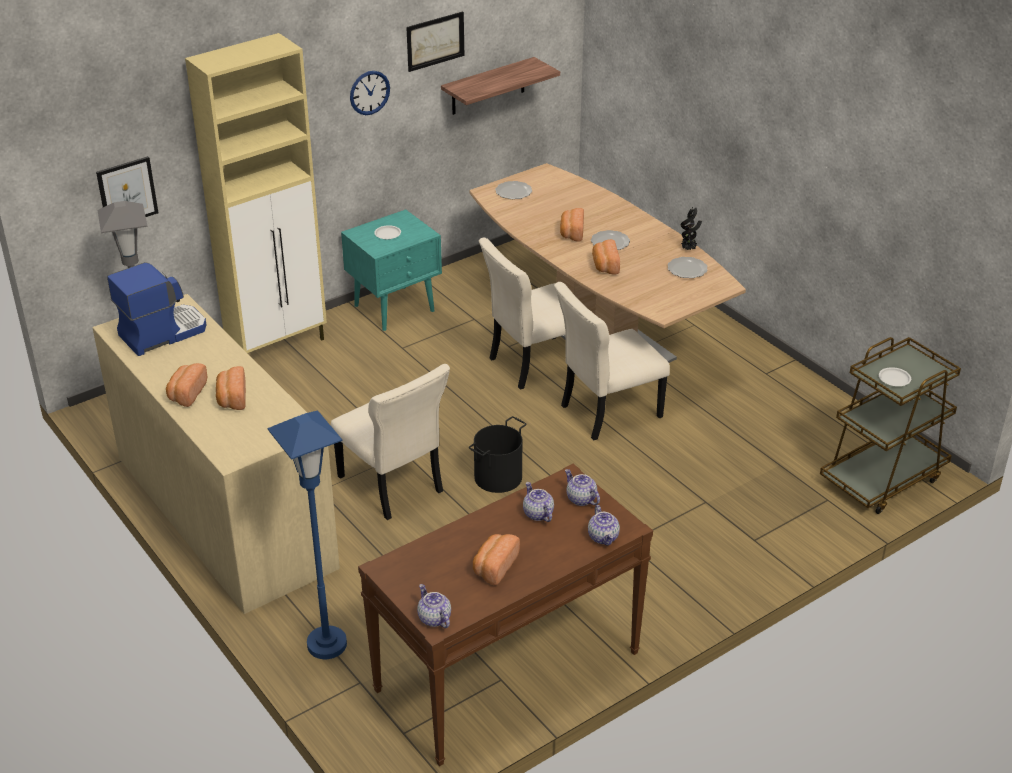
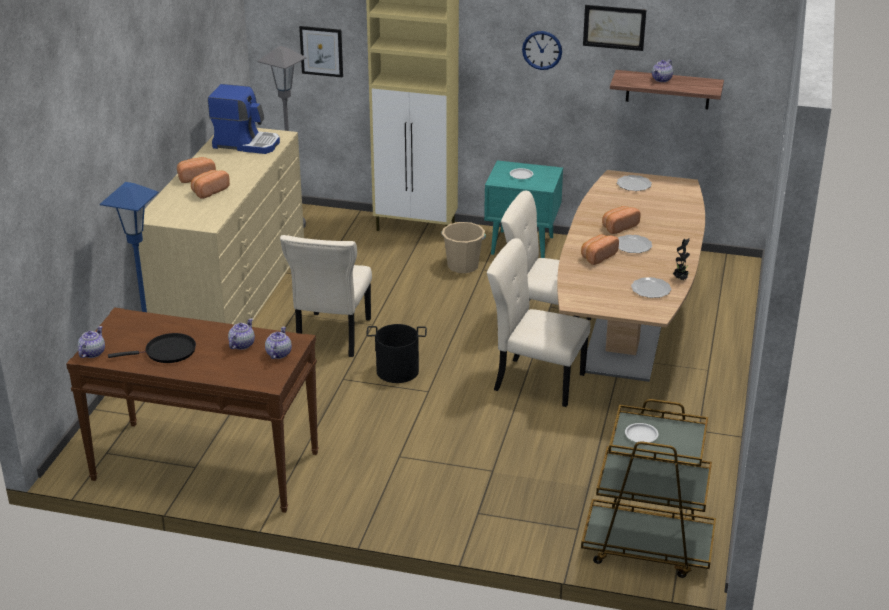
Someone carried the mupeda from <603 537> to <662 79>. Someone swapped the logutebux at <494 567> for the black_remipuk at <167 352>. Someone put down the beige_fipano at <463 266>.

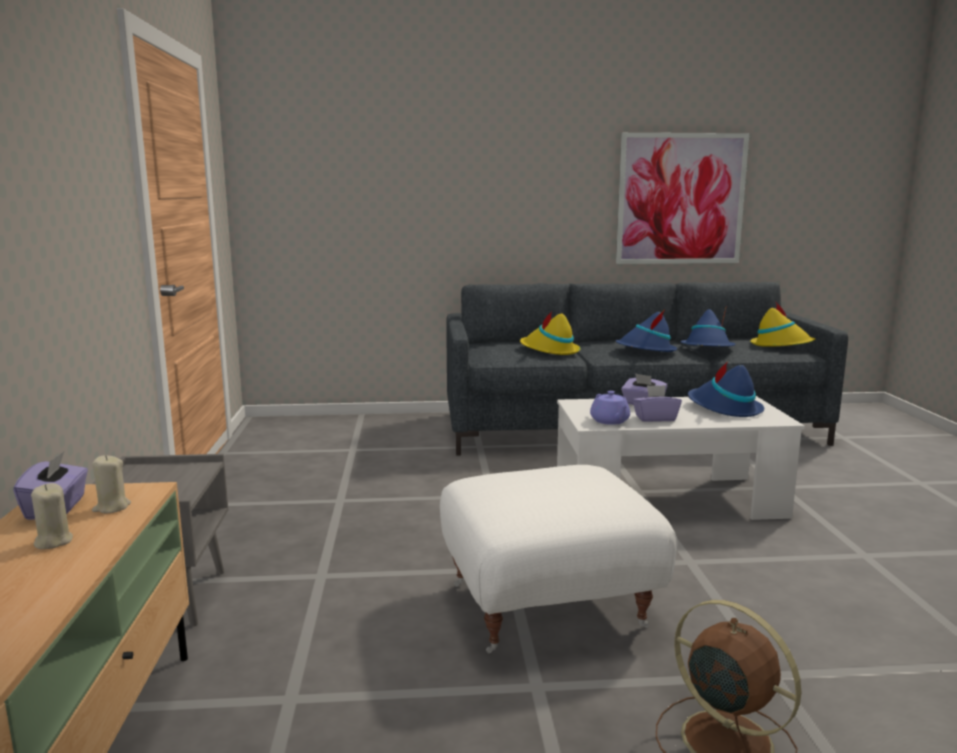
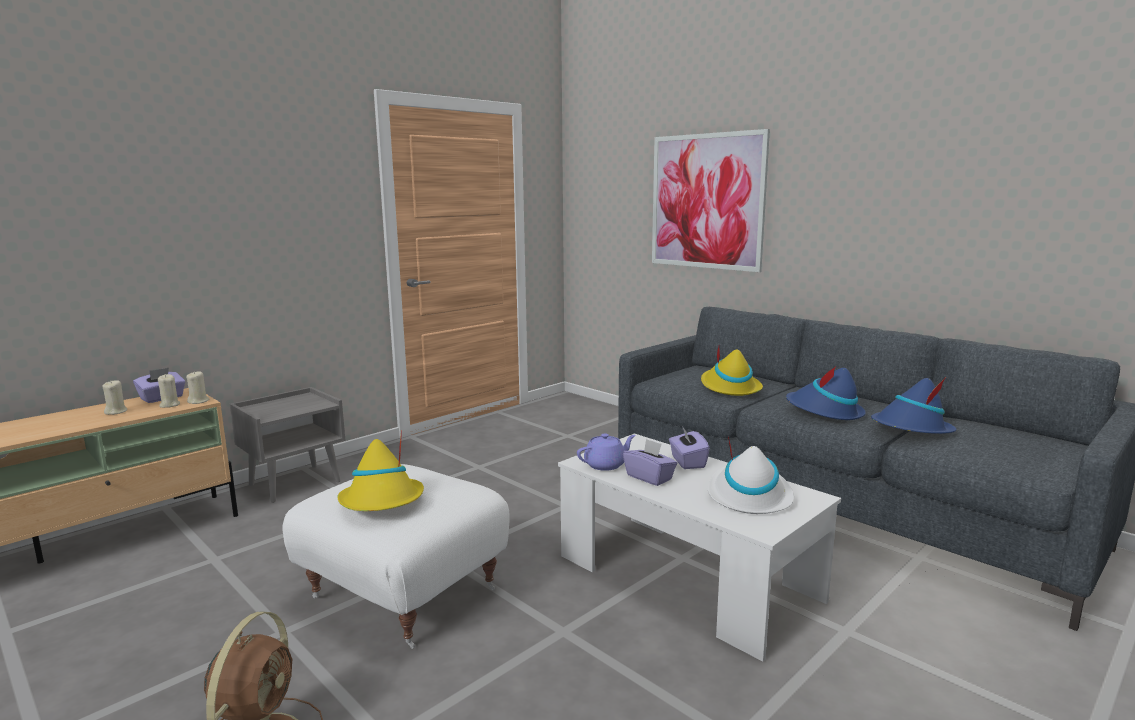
Someone carried the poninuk from <680 199> to <706 201>. Someone carried the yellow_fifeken from <781 345> to <382 502>. Someone repainted the blue_fifeken at <724 408>, which became the white_fifeken at <748 495>. Someone rotated the purple_mupeda at <610 421> by 150 degrees counterclockwise. Someone put down the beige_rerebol at <198 401>.

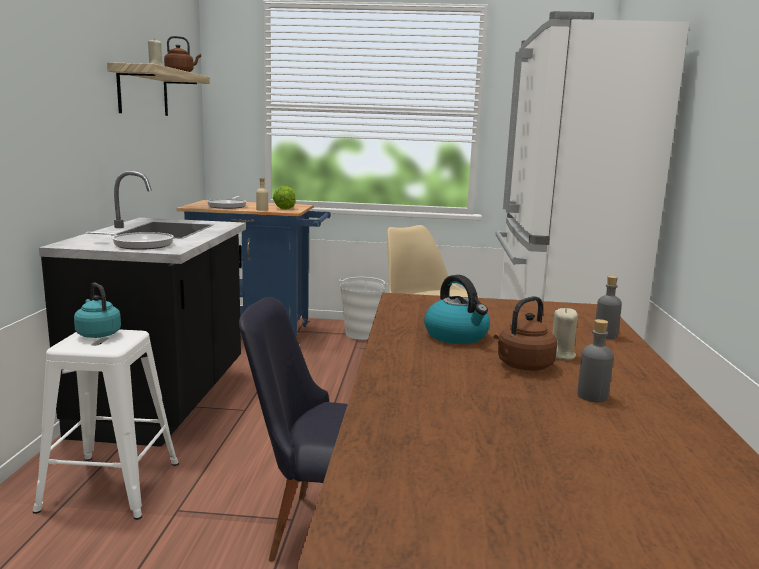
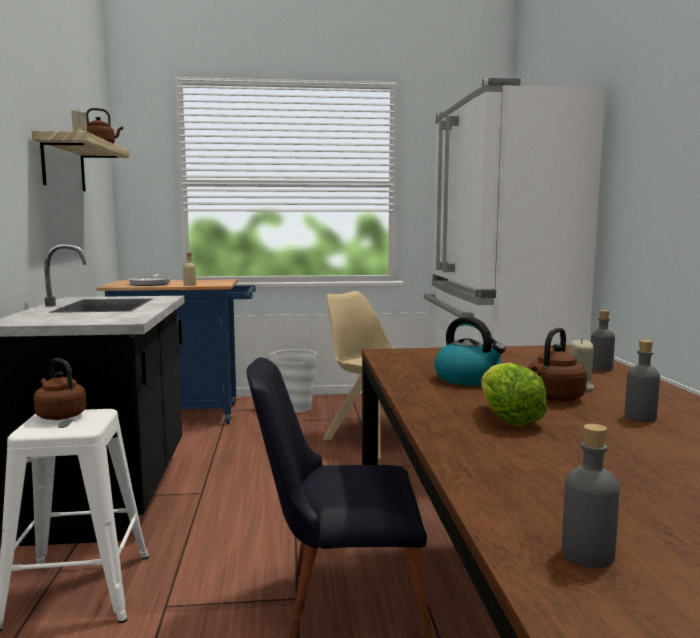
Someone carried the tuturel from <285 208> to <508 419>. Someone took away the remipuk at <139 244>. Someone repainted the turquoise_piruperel at <97 334>, which became the brown_piruperel at <60 415>. Someone put down the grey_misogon at <587 554>.

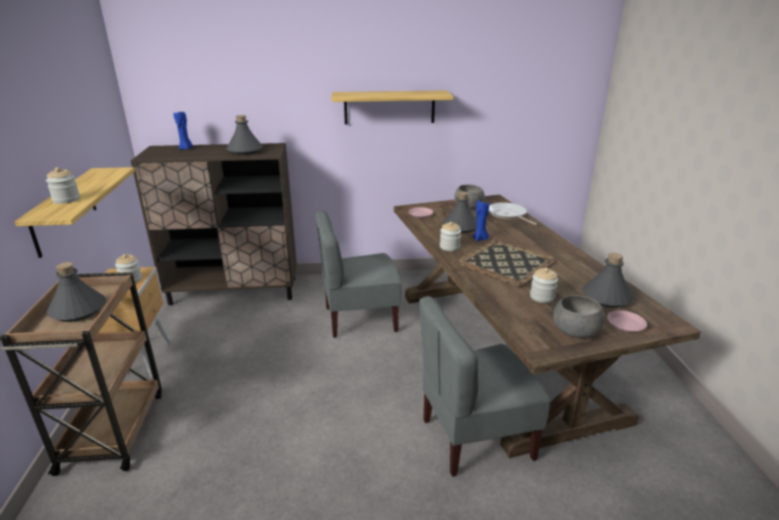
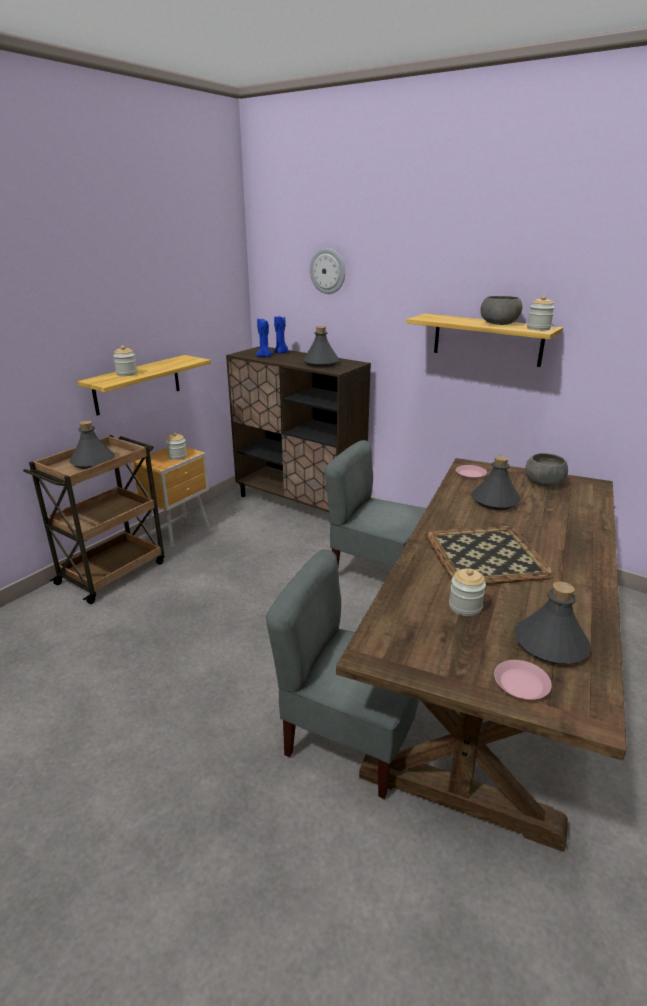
Someone carried the blue_rerebol from <480 239> to <264 356>. Someone took away the remipuk at <508 215>. Someone carried the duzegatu from <449 247> to <538 328>. Someone carried the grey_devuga from <575 330> to <499 323>. Someone put up the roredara at <328 271>.

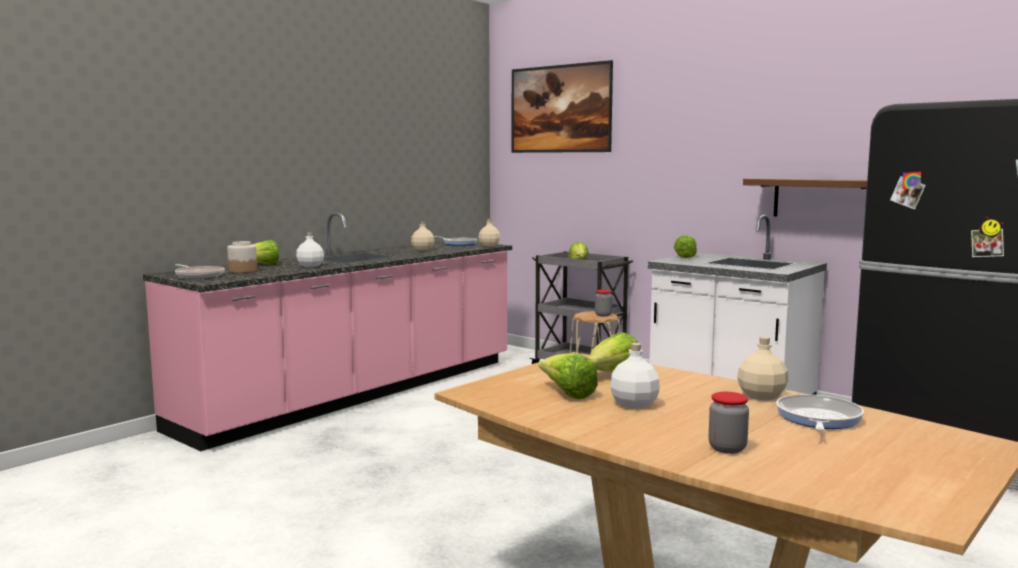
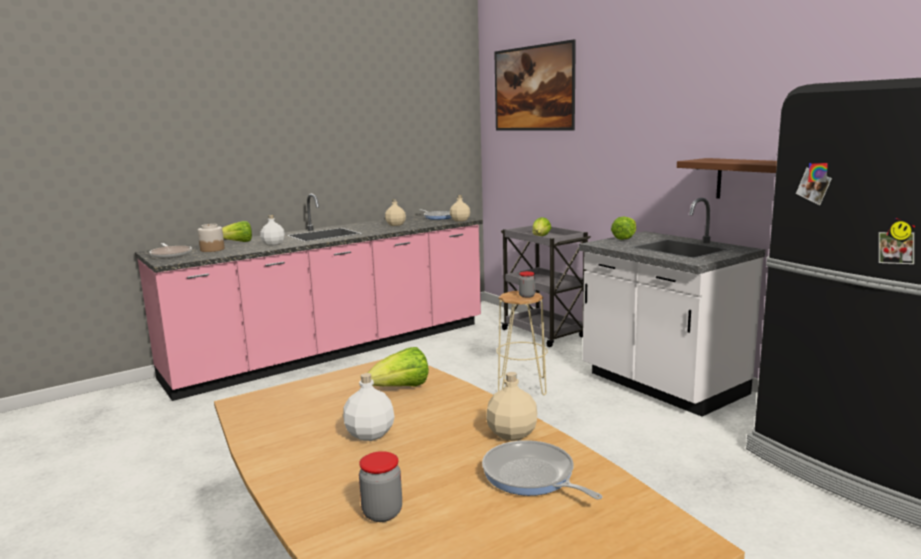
Someone took away the tuturel at <567 394>. Someone rotated the remipuk at <817 419> by 75 degrees counterclockwise.

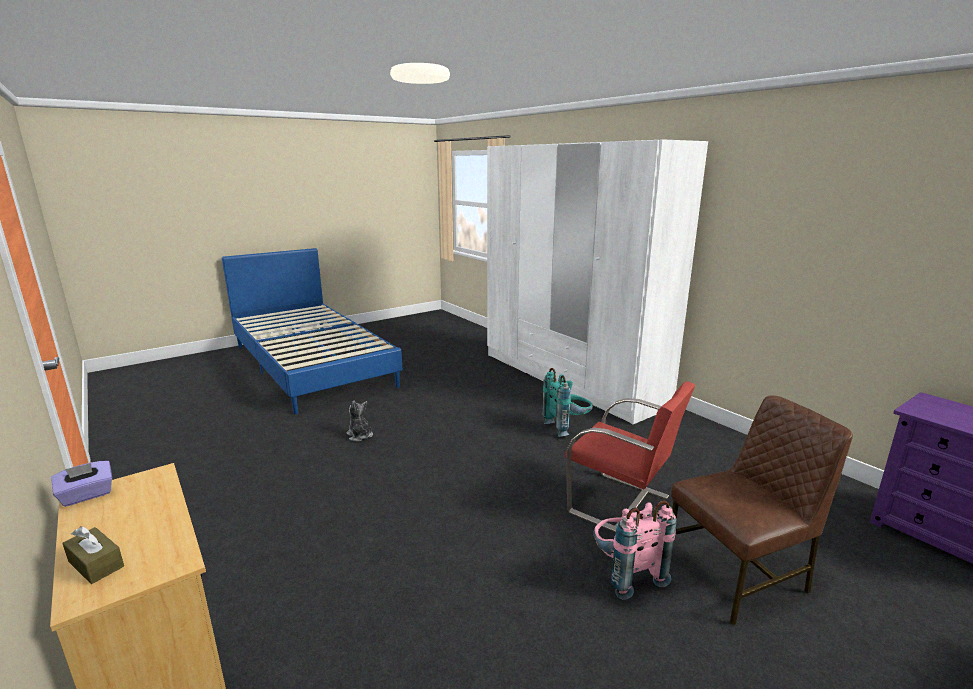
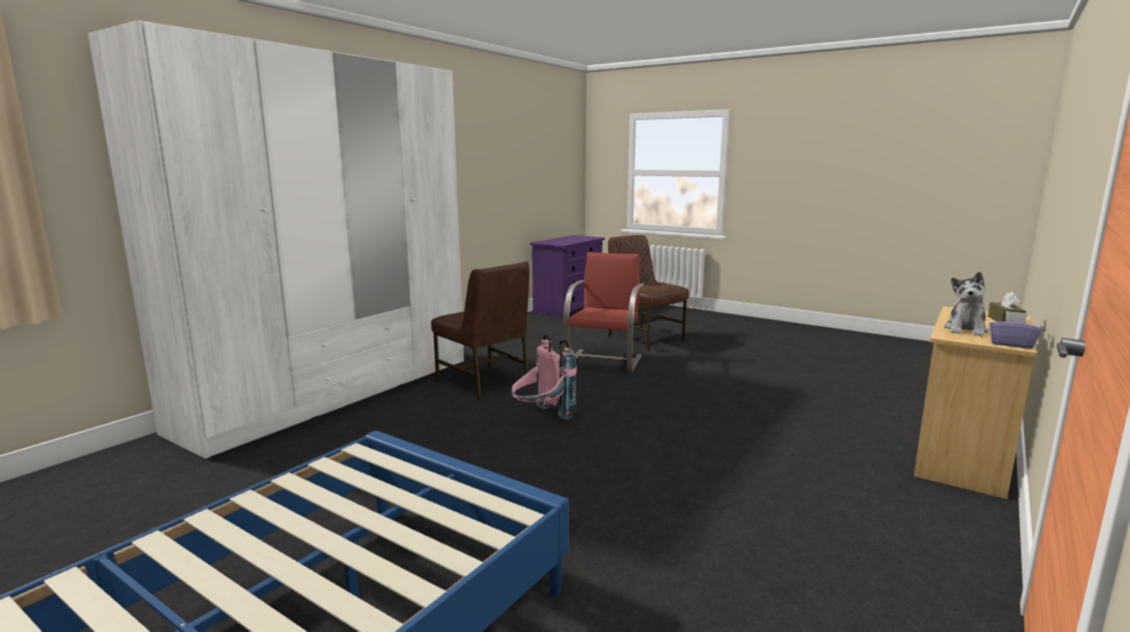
Someone swapped the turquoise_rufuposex at <567 427> for the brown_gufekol at <484 383>. Someone carried the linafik from <360 436> to <965 330>. Someone carried the pink_rufuposex from <625 573> to <541 418>.

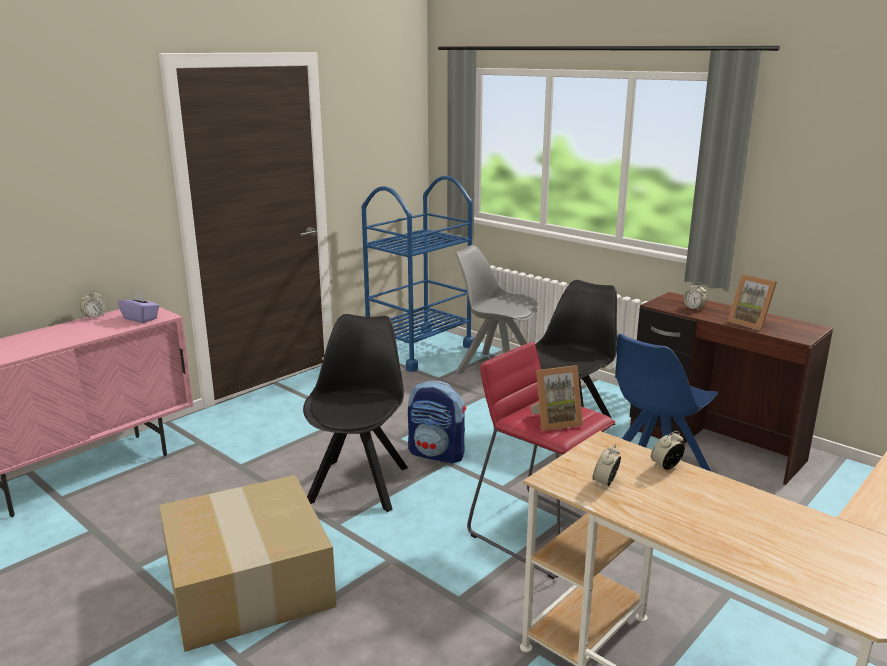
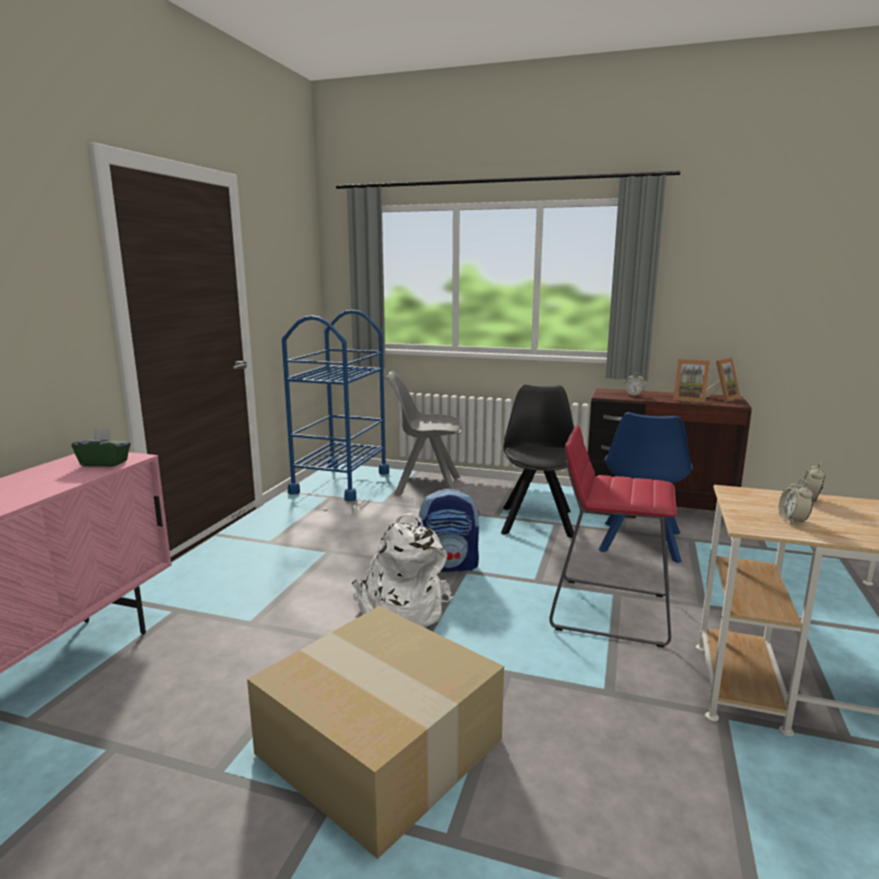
Someone took away the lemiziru at <94 317>. Someone repainted the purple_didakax at <141 318>, which became the green_didakax at <104 463>. Someone swapped the black_gufekol at <359 483> for the white_rufuposex at <400 609>. Someone carried the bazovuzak from <555 421> to <721 398>.

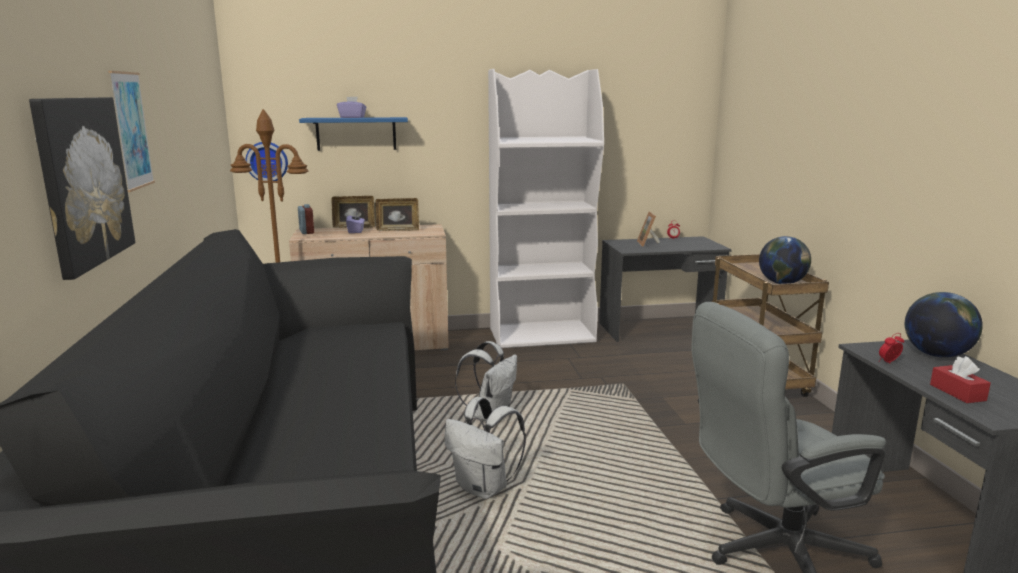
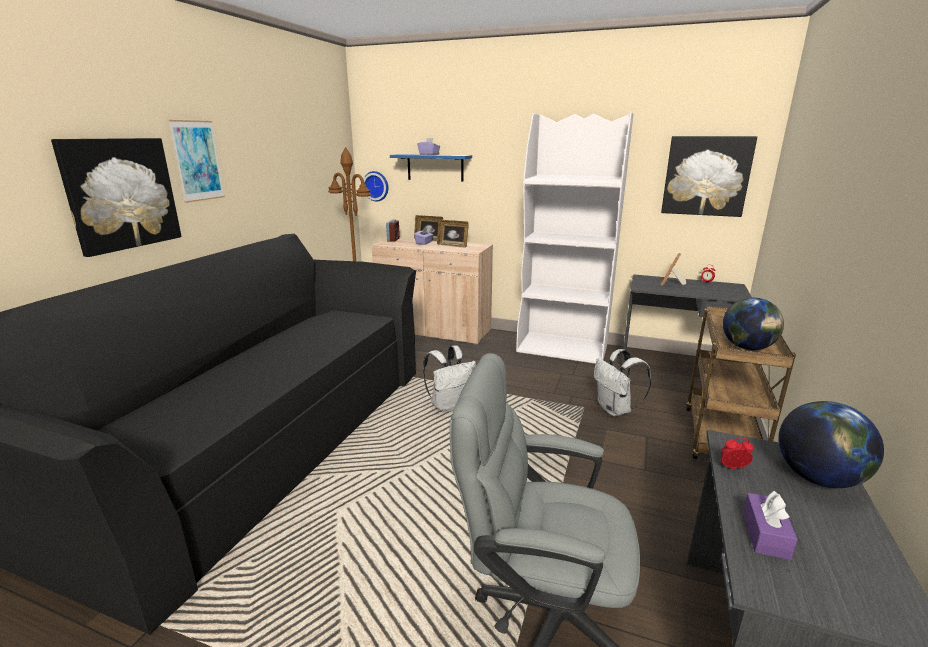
Someone repainted the red_didakax at <957 392>, which became the purple_didakax at <765 534>. Someone carried the white_rufuposex from <484 488> to <615 410>. Someone put up the poninuk at <706 176>.

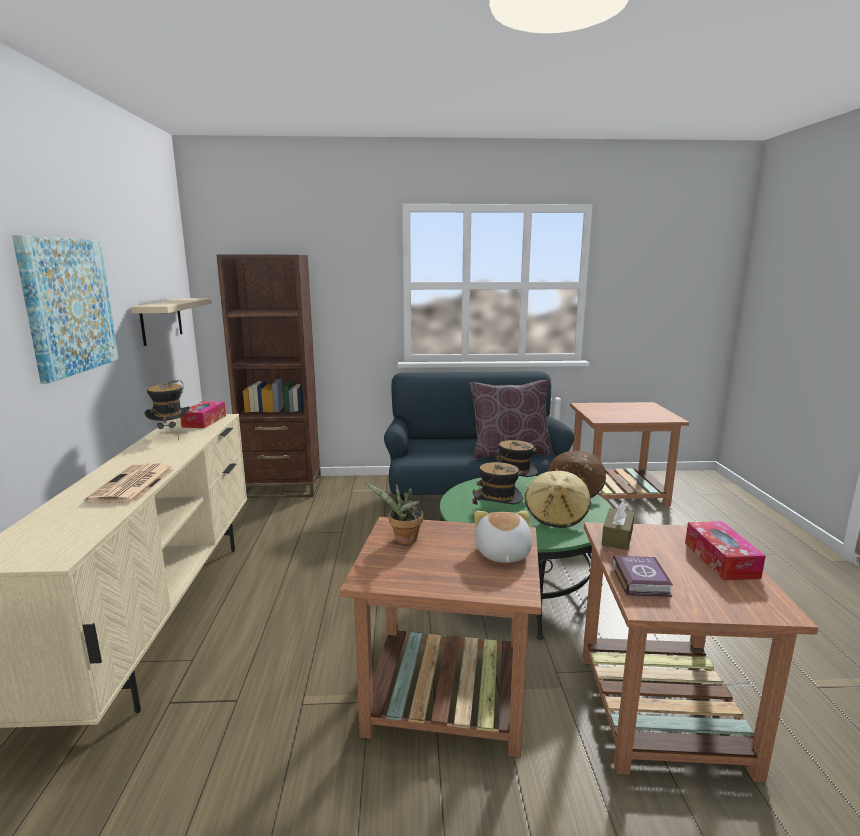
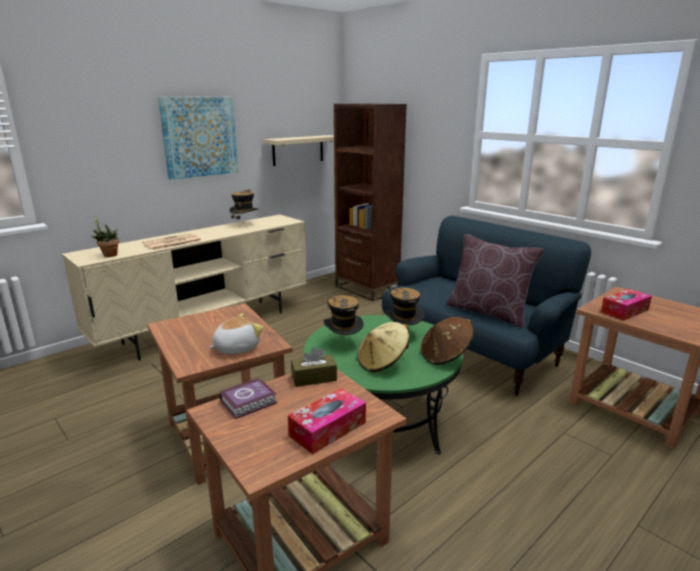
Someone carried the didakax from <204 421> to <624 311>. Someone carried the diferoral from <403 540> to <108 255>.

